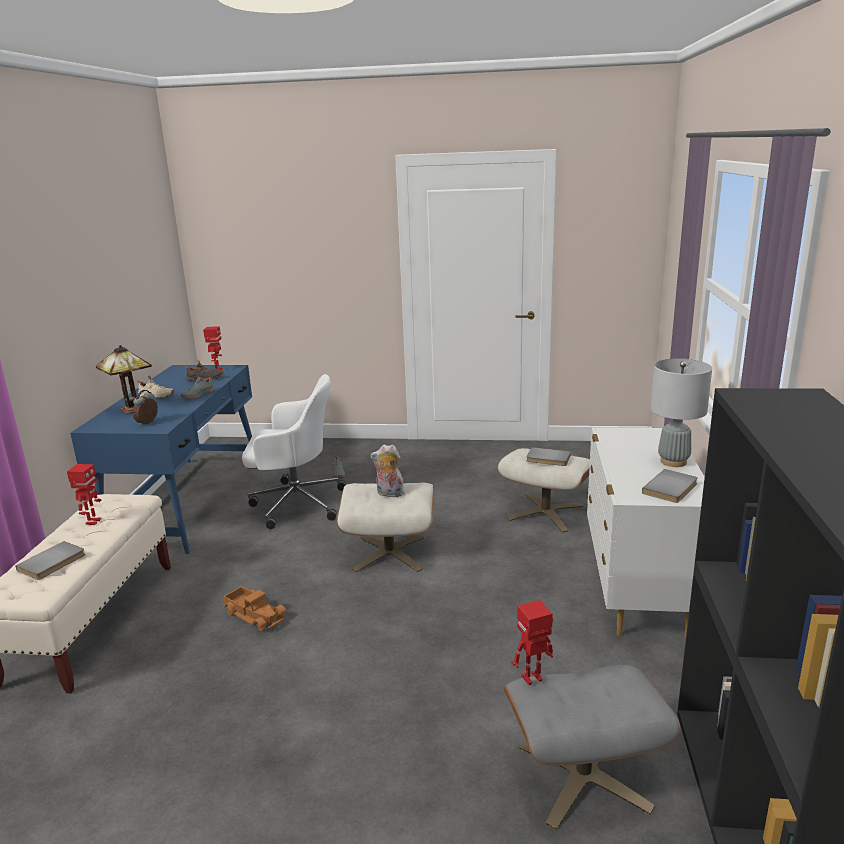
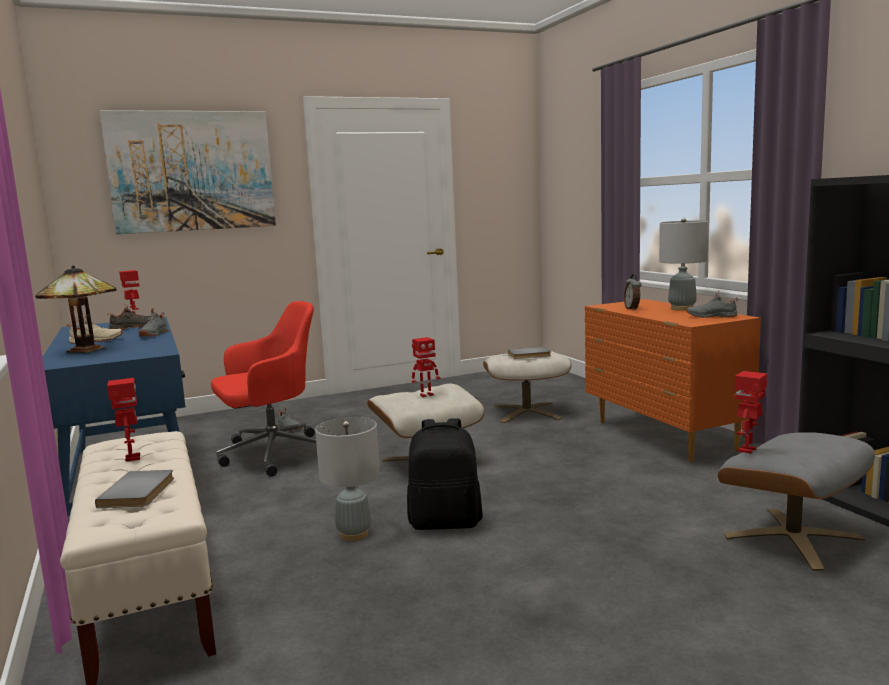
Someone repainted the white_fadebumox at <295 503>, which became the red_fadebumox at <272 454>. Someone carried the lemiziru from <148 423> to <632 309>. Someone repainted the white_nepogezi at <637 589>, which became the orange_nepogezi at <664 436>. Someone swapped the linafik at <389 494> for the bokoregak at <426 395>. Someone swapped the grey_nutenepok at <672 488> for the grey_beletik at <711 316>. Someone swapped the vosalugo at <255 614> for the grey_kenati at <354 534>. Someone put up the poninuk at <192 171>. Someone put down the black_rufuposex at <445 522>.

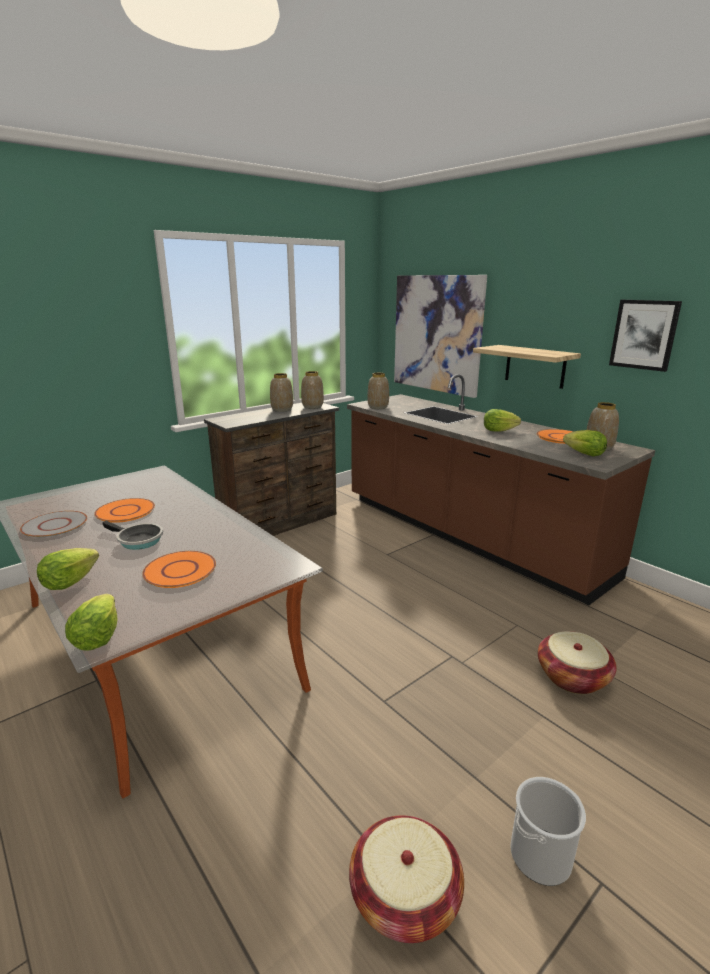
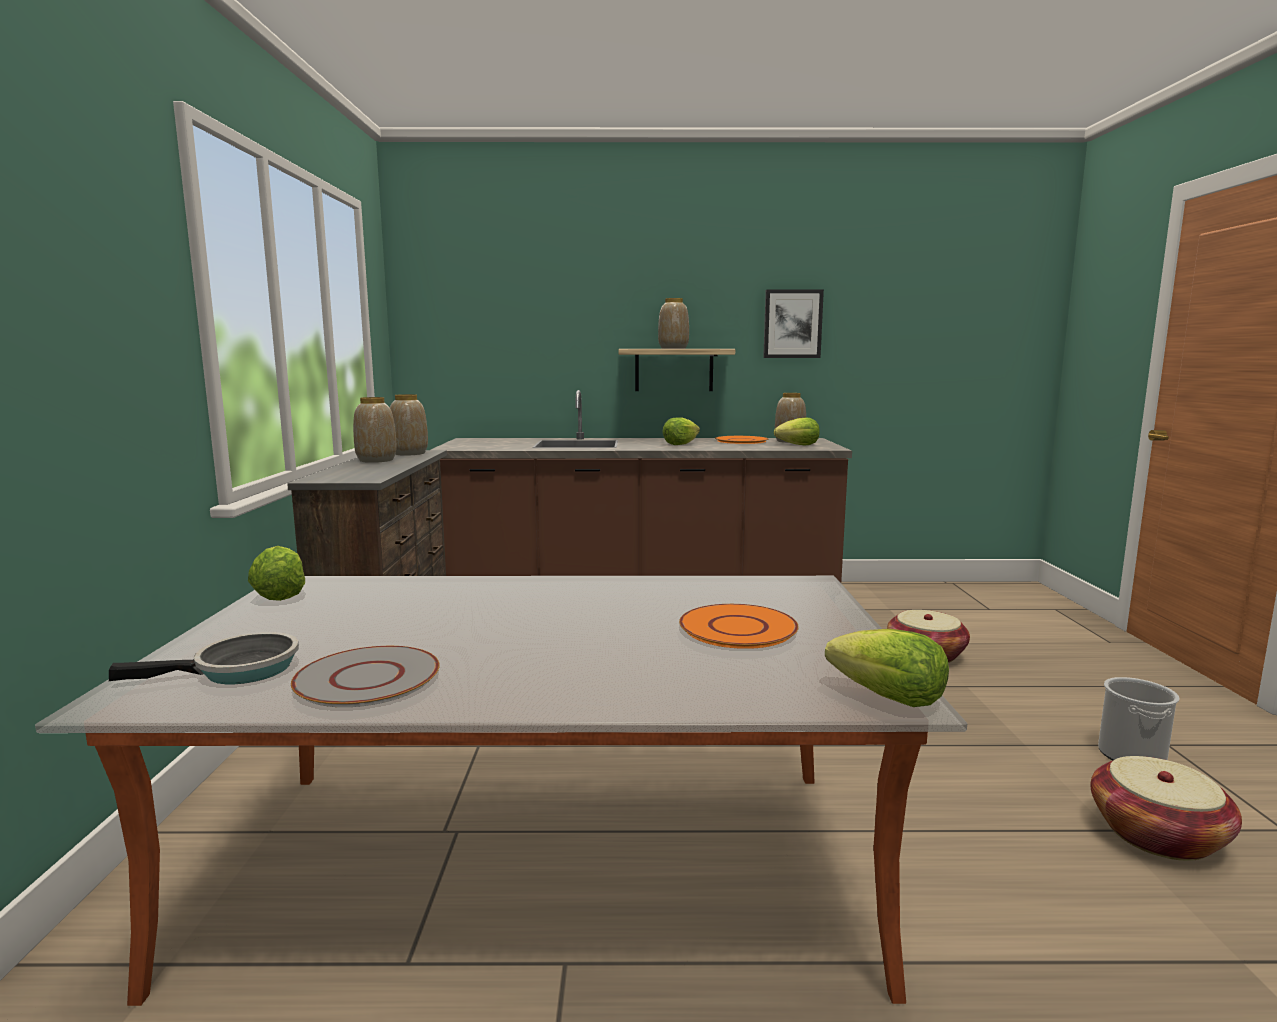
Someone took away the poninuk at <437 334>. Someone carried the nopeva from <377 407> to <673 348>. Someone took away the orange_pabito at <125 511>. Someone carried the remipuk from <137 540> to <238 670>. Someone carried the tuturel from <69 582> to <280 595>.

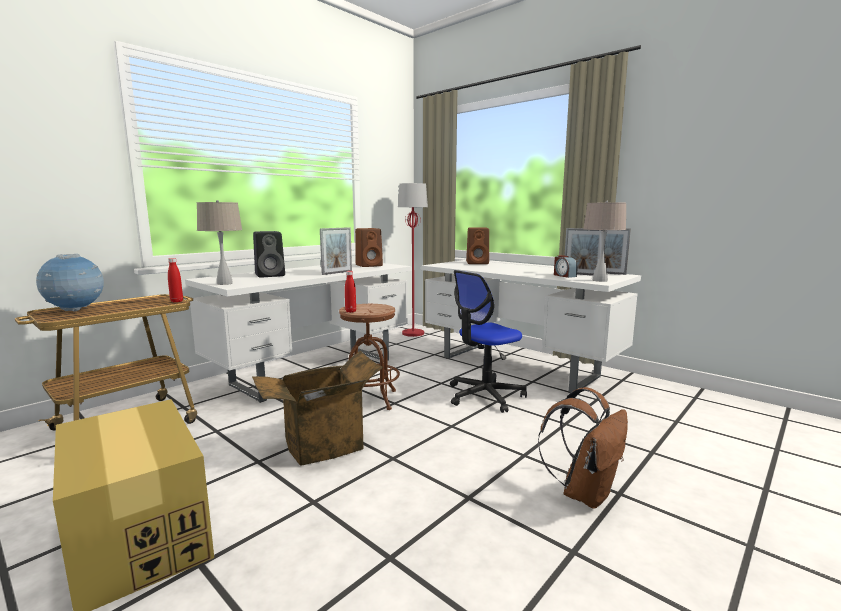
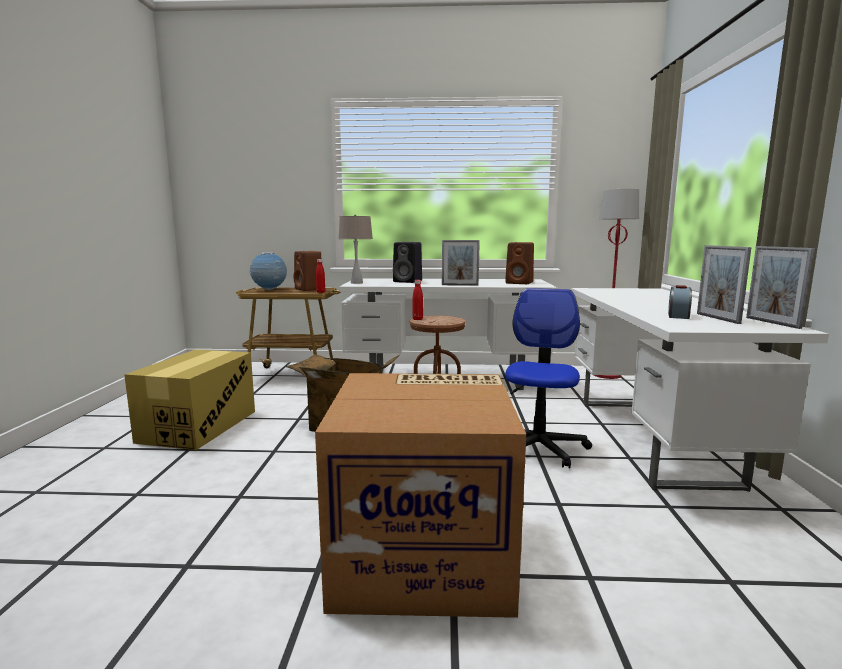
Someone took away the beige_kenati at <600 280>. Someone carried the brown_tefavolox from <478 263> to <309 289>. Someone rotated the fadebumox at <484 396> by 90 degrees clockwise. Someone swapped the brown_rufuposex at <585 493> for the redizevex at <425 552>.

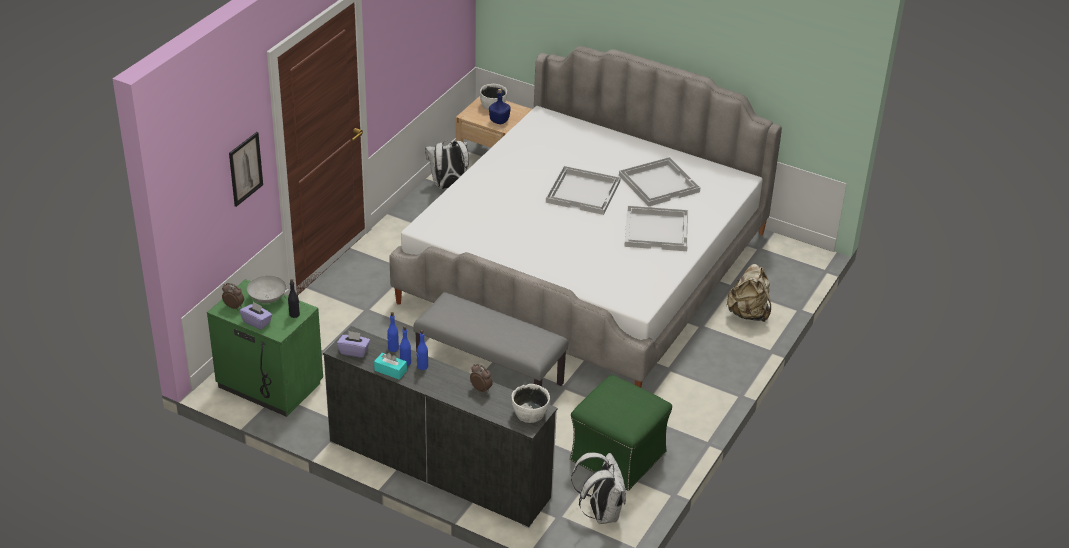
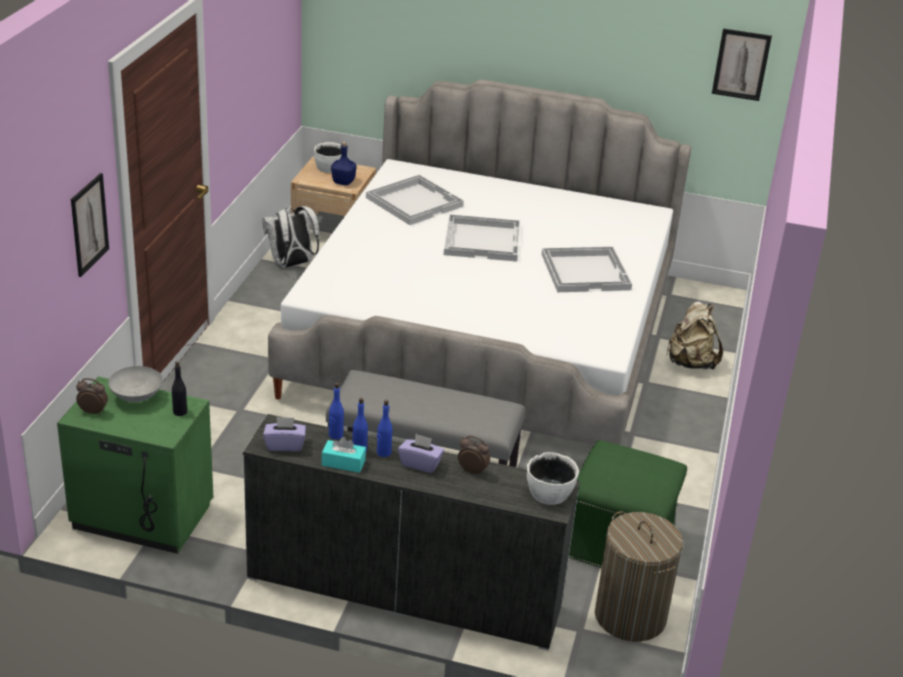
Someone carried the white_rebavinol from <659 183> to <414 201>. Someone carried the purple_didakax from <257 322> to <420 464>. Someone swapped the white_rufuposex at <601 512> for the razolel at <630 616>. Someone put up the poninuk at <741 64>.

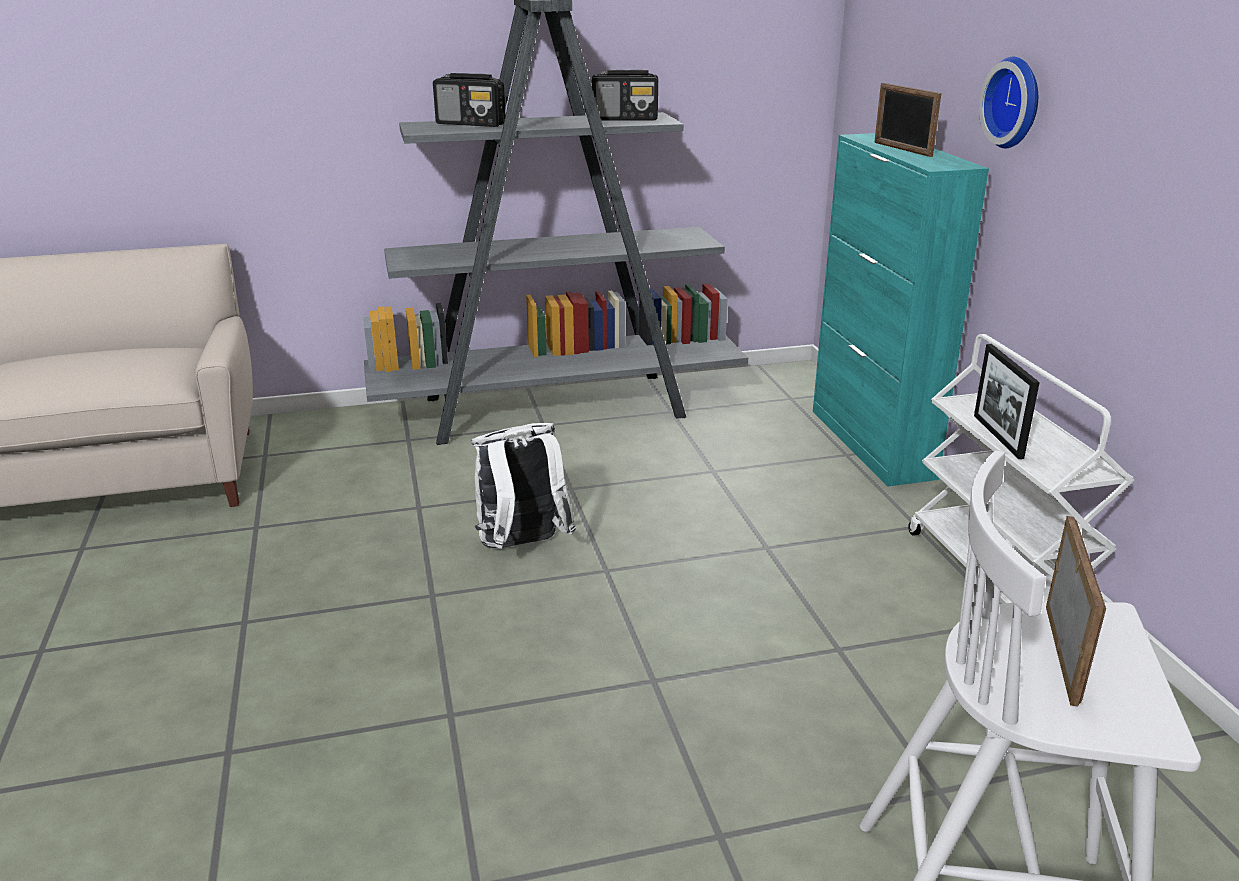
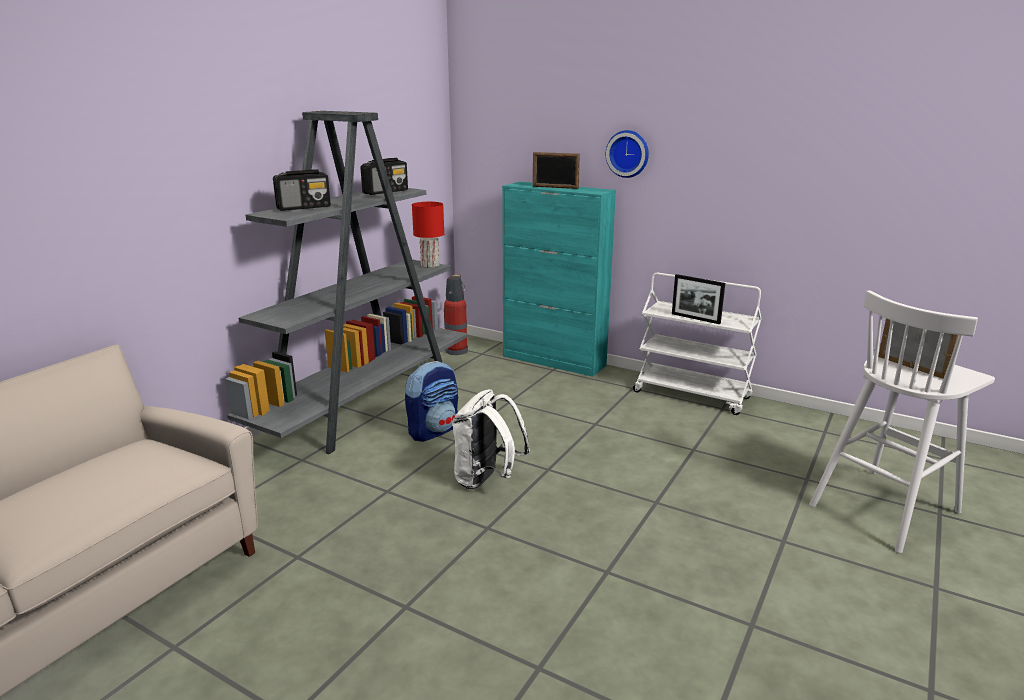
Someone put down the red_kenati at <429 265>. Someone put down the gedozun at <457 350>. Someone put down the rufuposex at <434 431>.

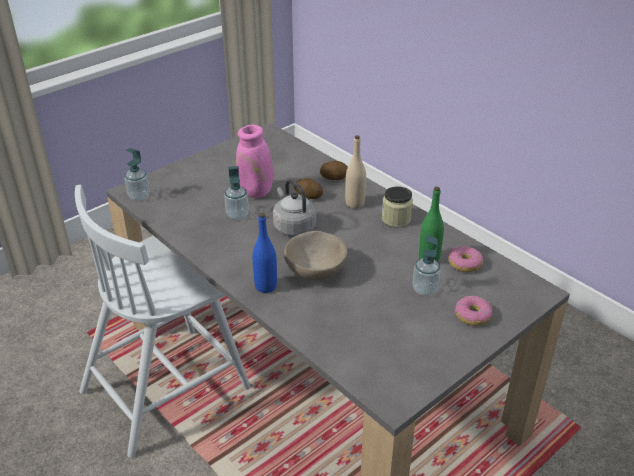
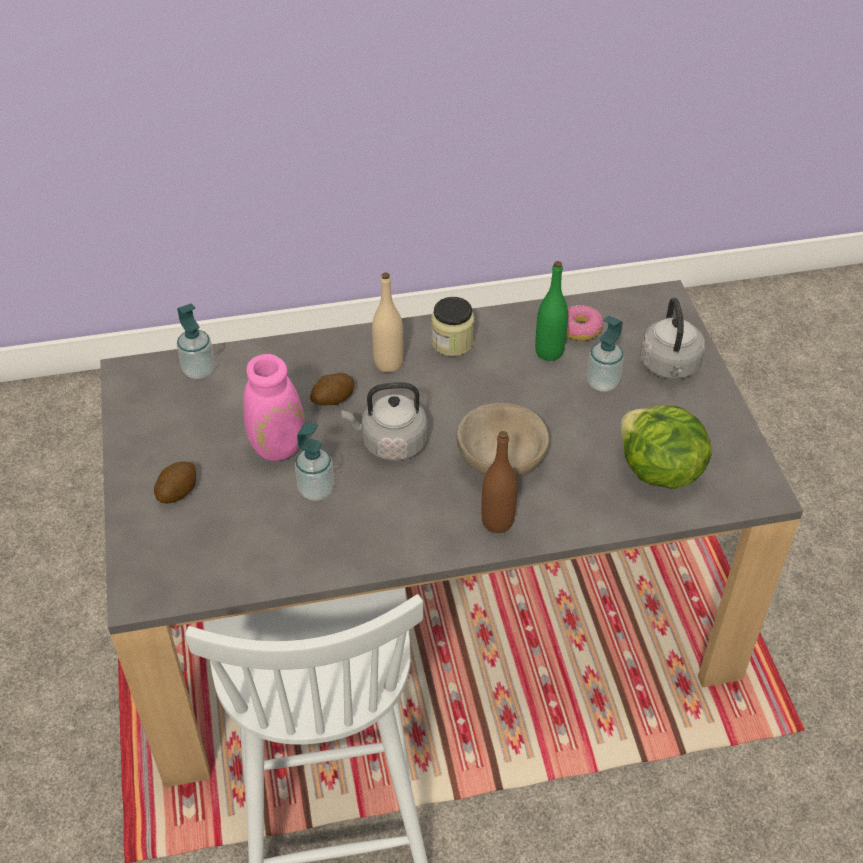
Someone carried the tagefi from <139 197> to <199 370>. Someone carried the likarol from <334 177> to <177 491>. Someone repainted the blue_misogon at <266 286>, which became the brown_misogon at <497 521>. Someone swapped the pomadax at <473 316> for the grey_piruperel at <670 367>. Someone put down the tuturel at <658 471>.

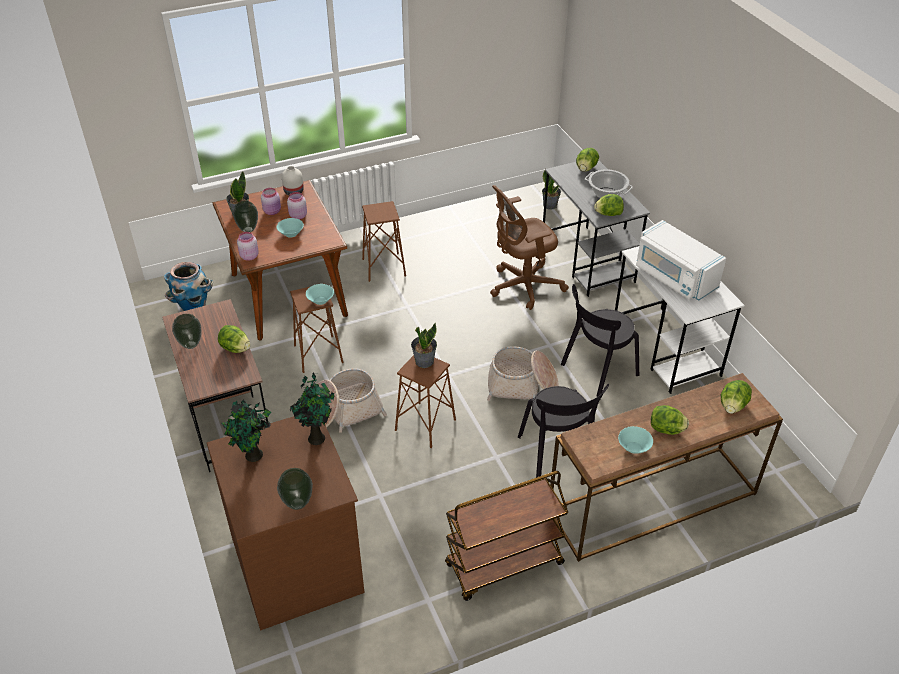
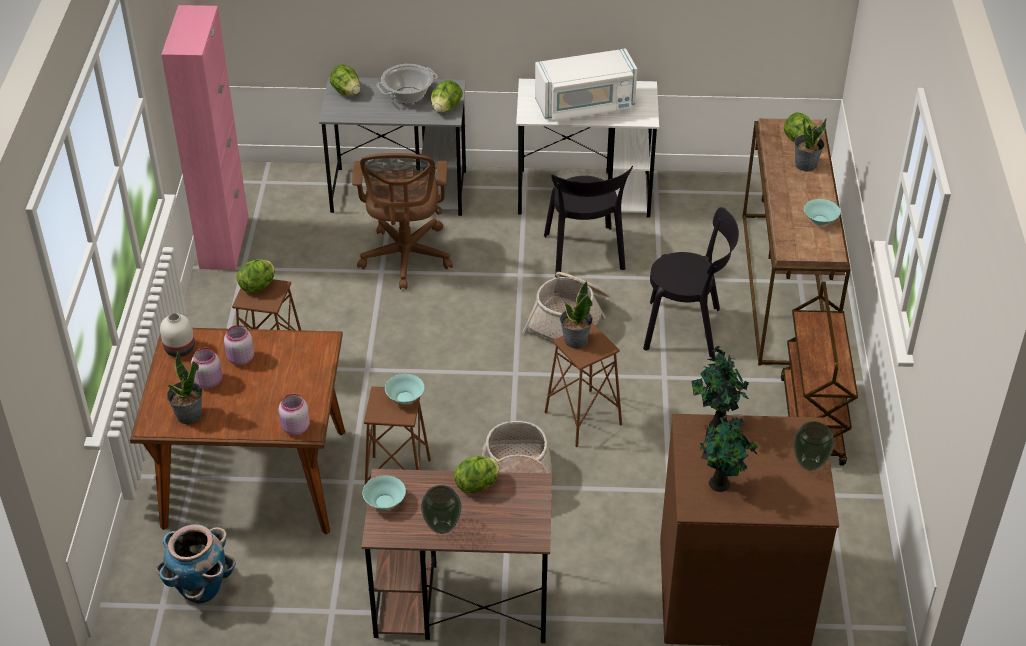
Someone carried the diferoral from <550 205> to <805 164>. Someone took away the nopeva at <248 229>. Someone carried the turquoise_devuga from <290 234> to <385 502>. Someone carried the tuturel from <666 429> to <258 286>. Someone put down the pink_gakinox at <224 243>.

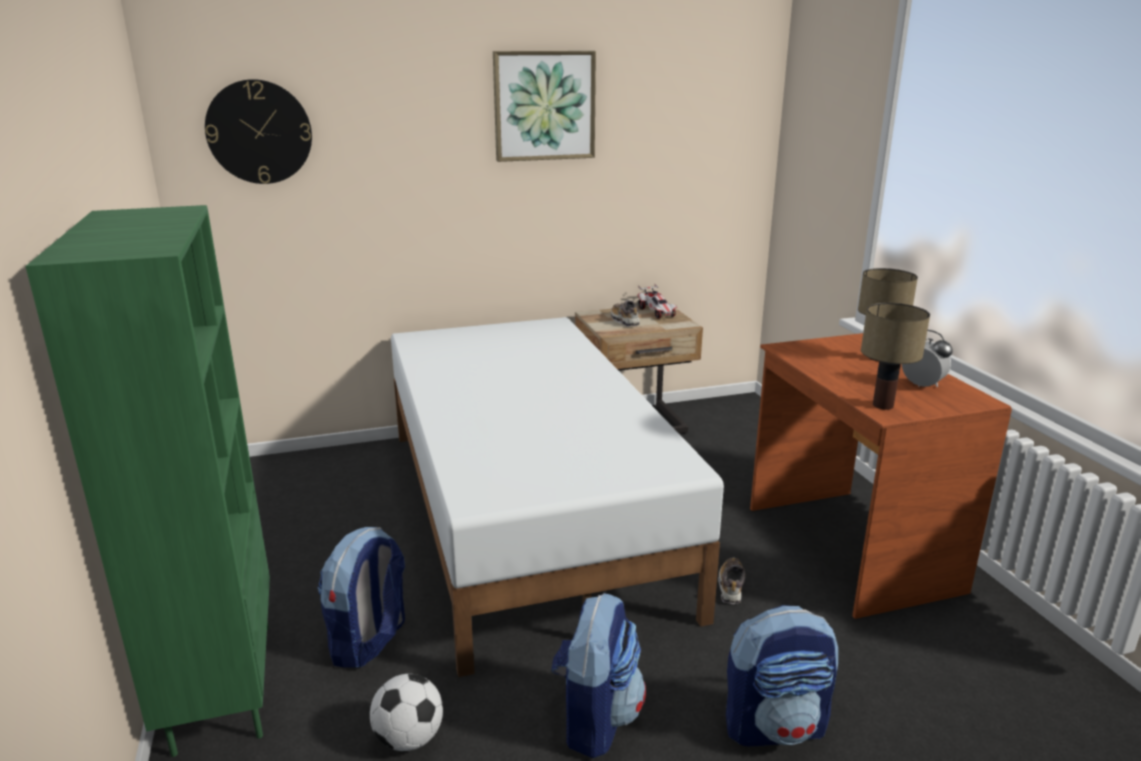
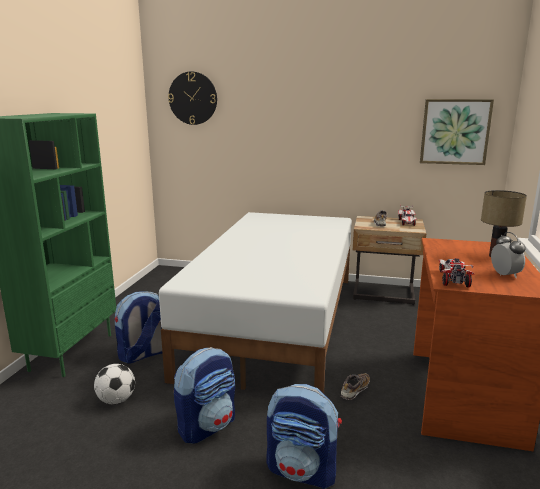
Someone carried the poninuk from <544 106> to <455 132>. Someone swapped the kenati at <882 406> for the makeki at <452 279>.

